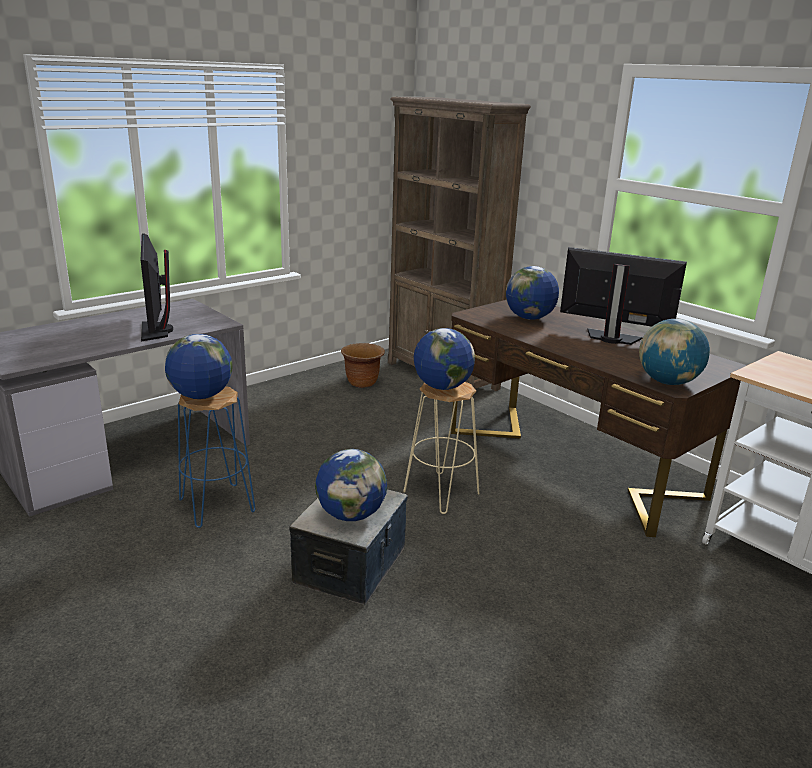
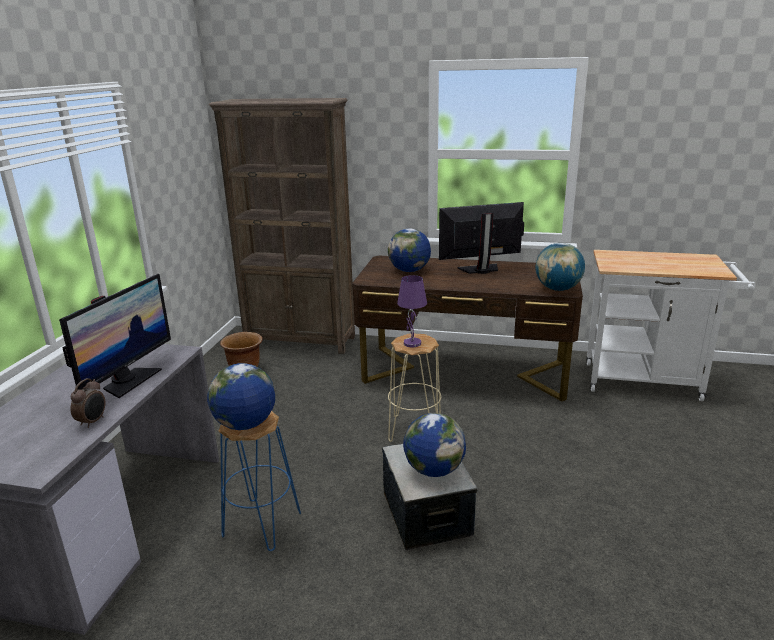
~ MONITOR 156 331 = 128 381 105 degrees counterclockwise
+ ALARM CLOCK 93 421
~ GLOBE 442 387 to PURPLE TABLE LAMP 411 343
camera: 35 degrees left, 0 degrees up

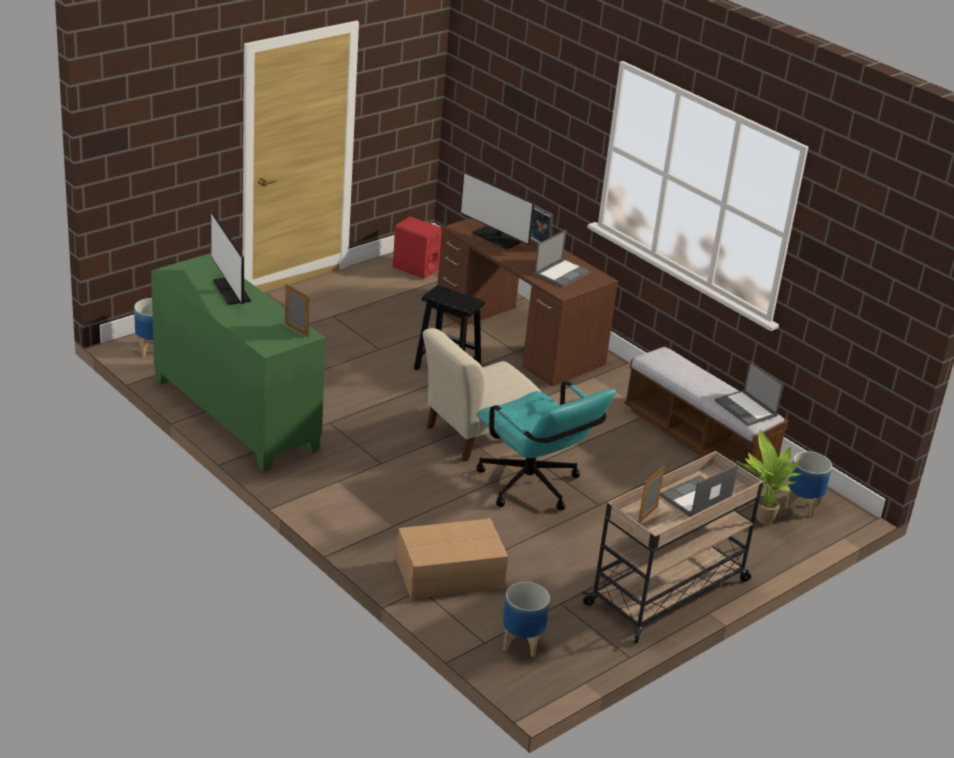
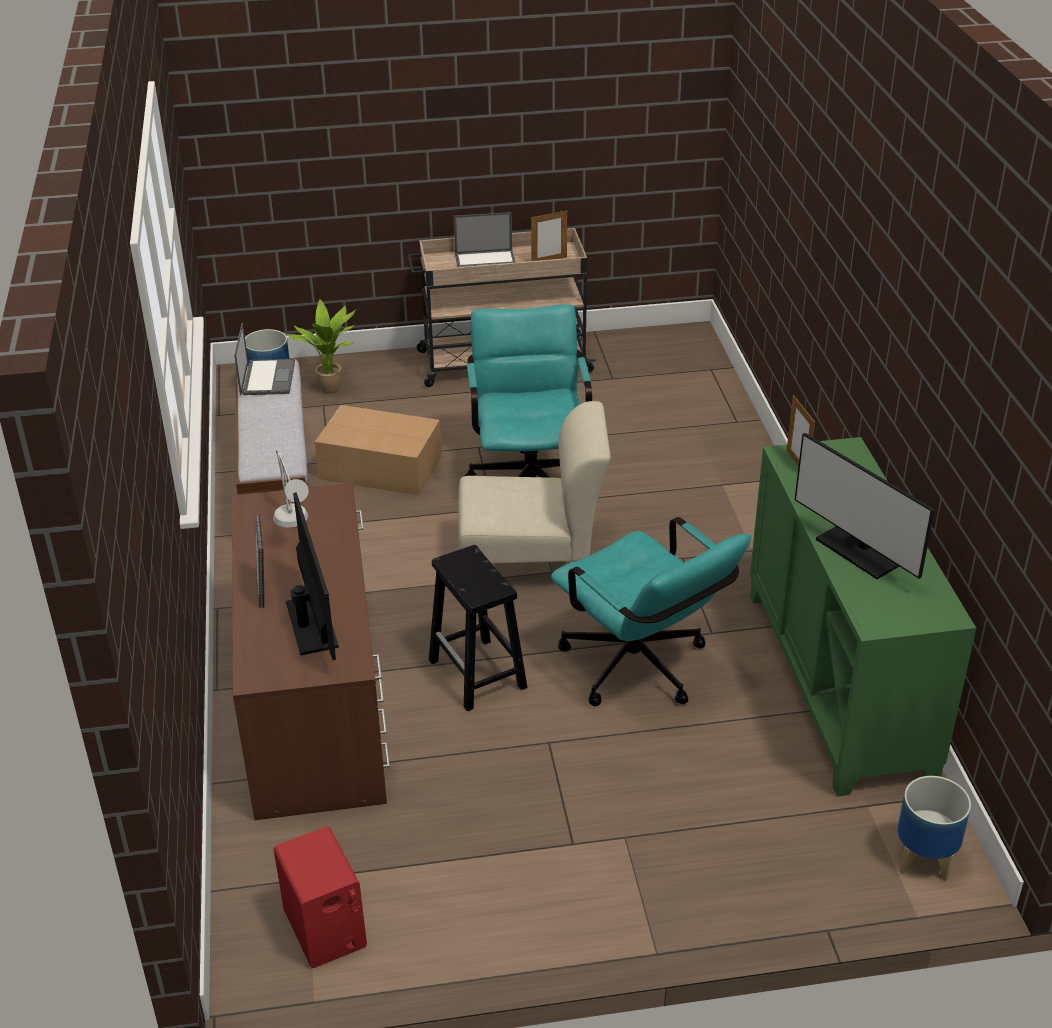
~ LAPTOP 562 273 to GREY TABLE LAMP 294 527
~ CARDBOARD BOX 448 573 to 382 468
+ TURQUOISE OFFICE CHAIR 642 671
~ MONITOR 231 291 = 858 552 135 degrees clockwise
- PLANTER 522 644
camera: 145 degrees left, 5 degrees up

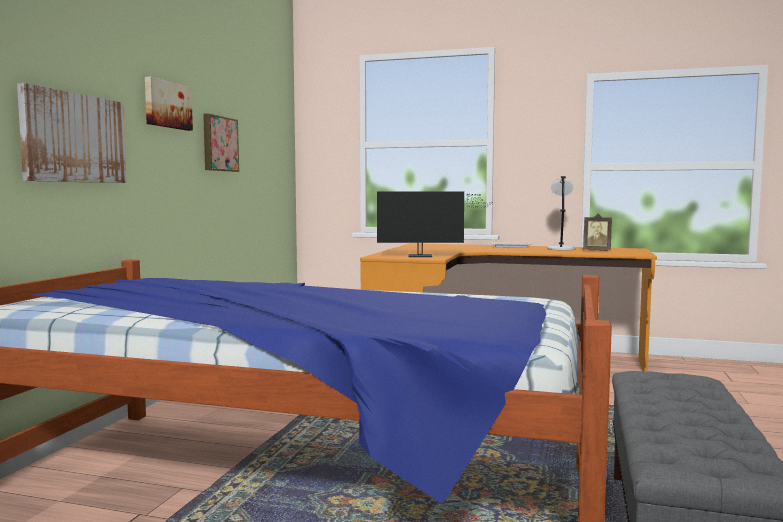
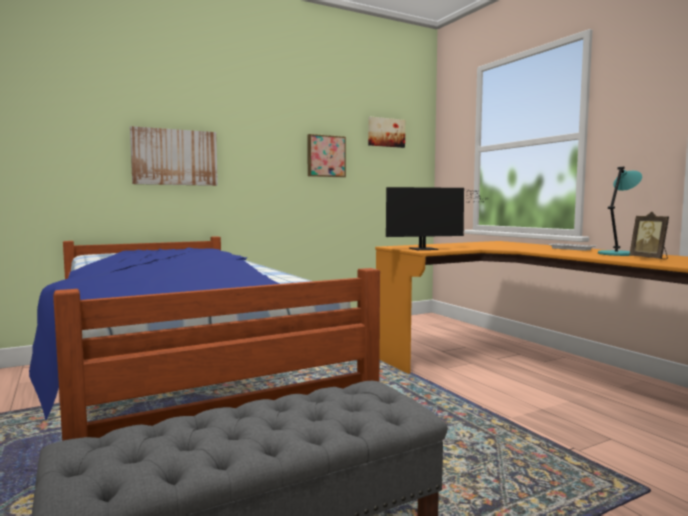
~ PICTURE 167 105 to 386 132
~ MONITOR 424 256 = 428 249 60 degrees counterclockwise
~ GREY TABLE LAMP 560 249 to TURQUOISE TABLE LAMP 617 254
camera: 45 degrees right, 0 degrees up

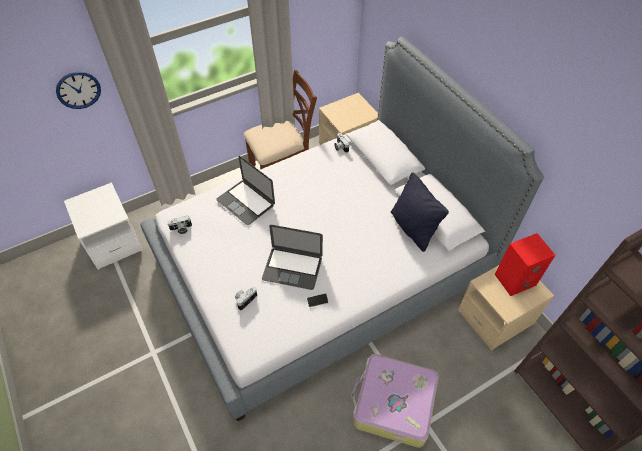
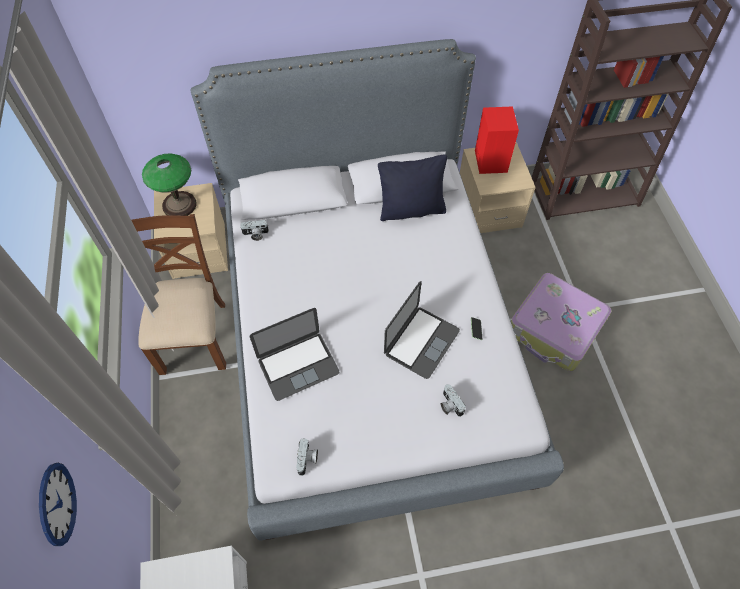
+ TABLE LAMP 179 205
camera: 70 degrees left, 5 degrees up

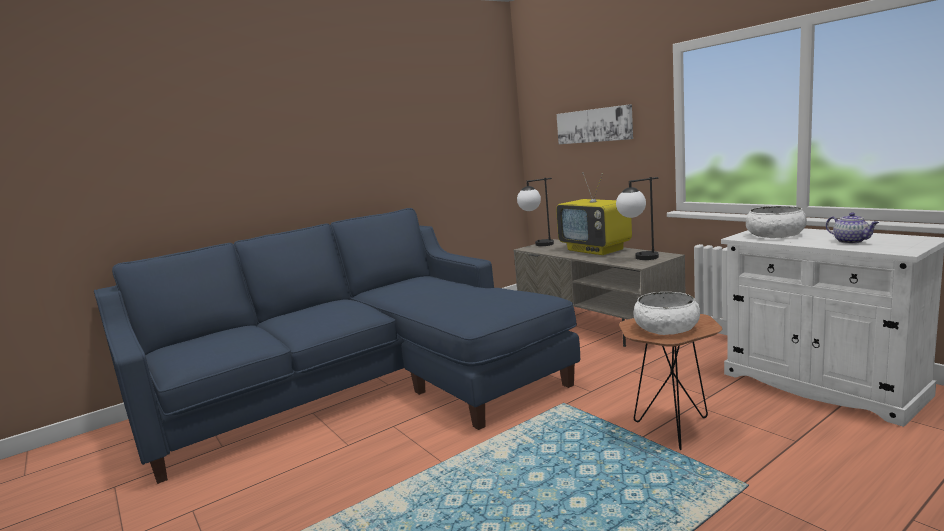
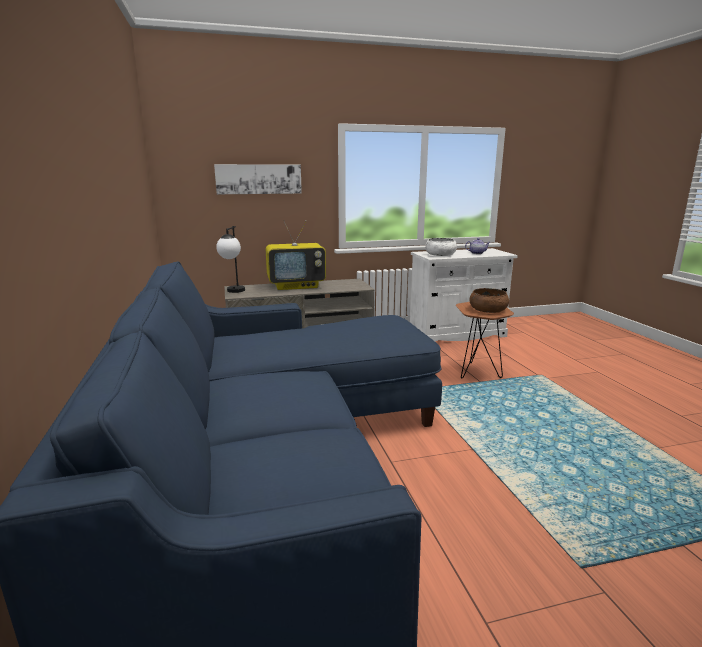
~ WHITE BOWL 666 328 to BROWN BOWL 488 309
- TABLE LAMP 638 259
camera: 70 degrees left, 5 degrees up

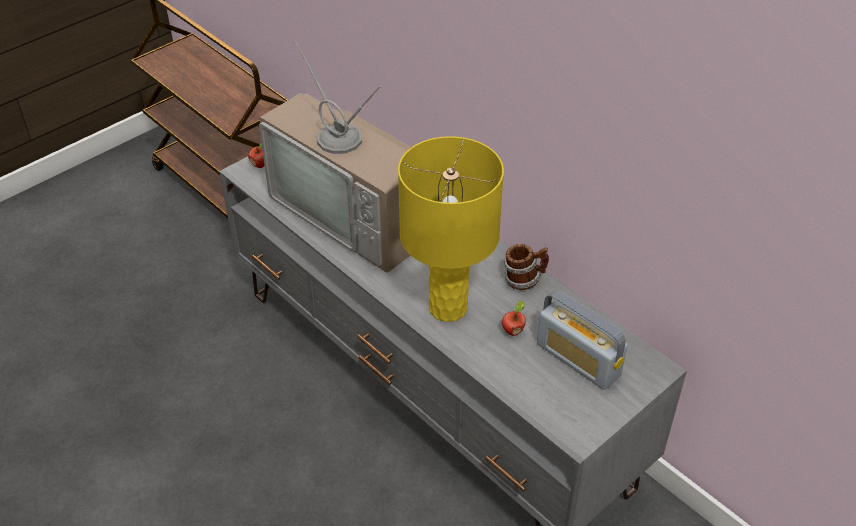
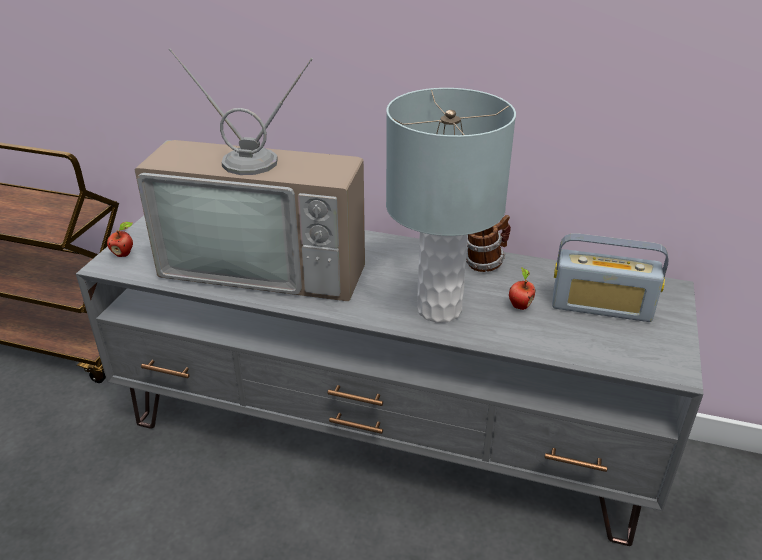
~ YELLOW TABLE LAMP 448 307 to GREY TABLE LAMP 439 309
camera: 30 degrees left, 10 degrees down

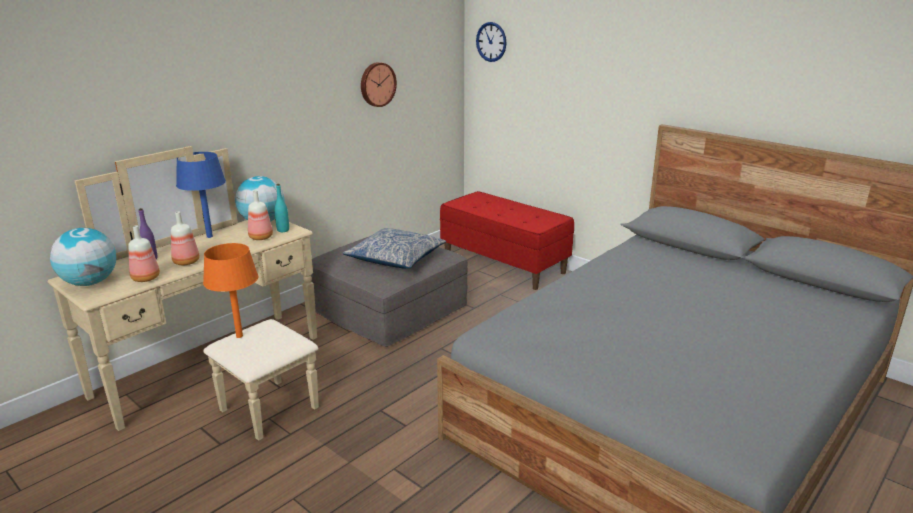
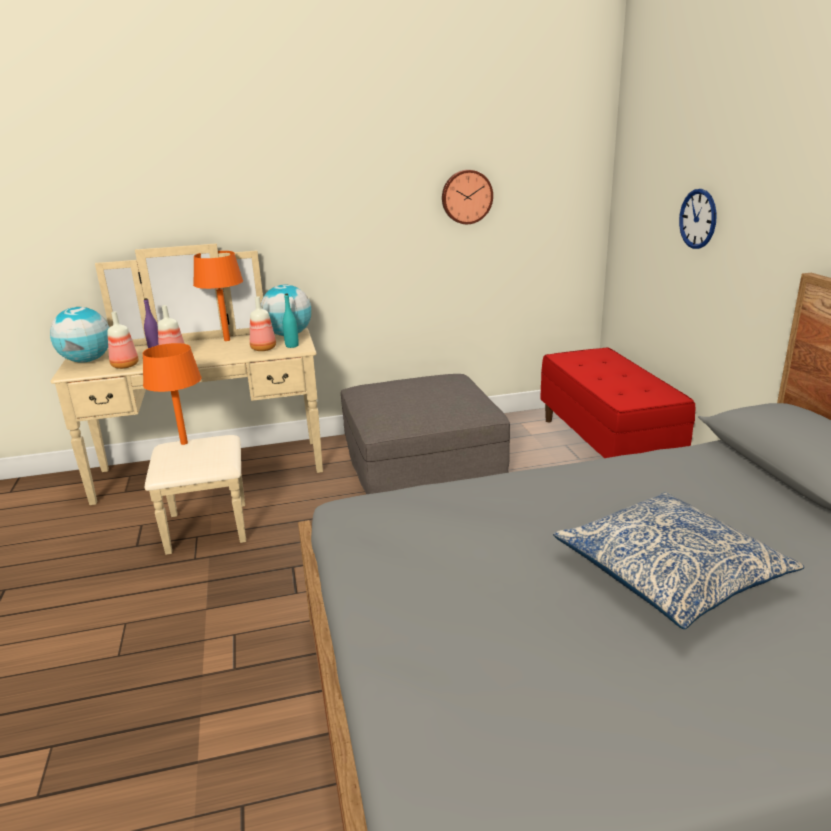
~ BLUE TABLE LAMP 209 236 to ORANGE TABLE LAMP 227 340
~ PILLOW 395 258 to 669 572
~ WALL CLOCK 491 42 to 698 219
camera: 35 degrees right, 0 degrees up

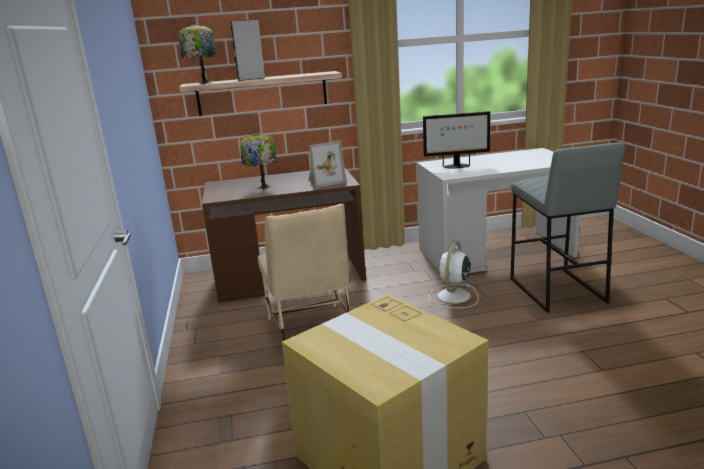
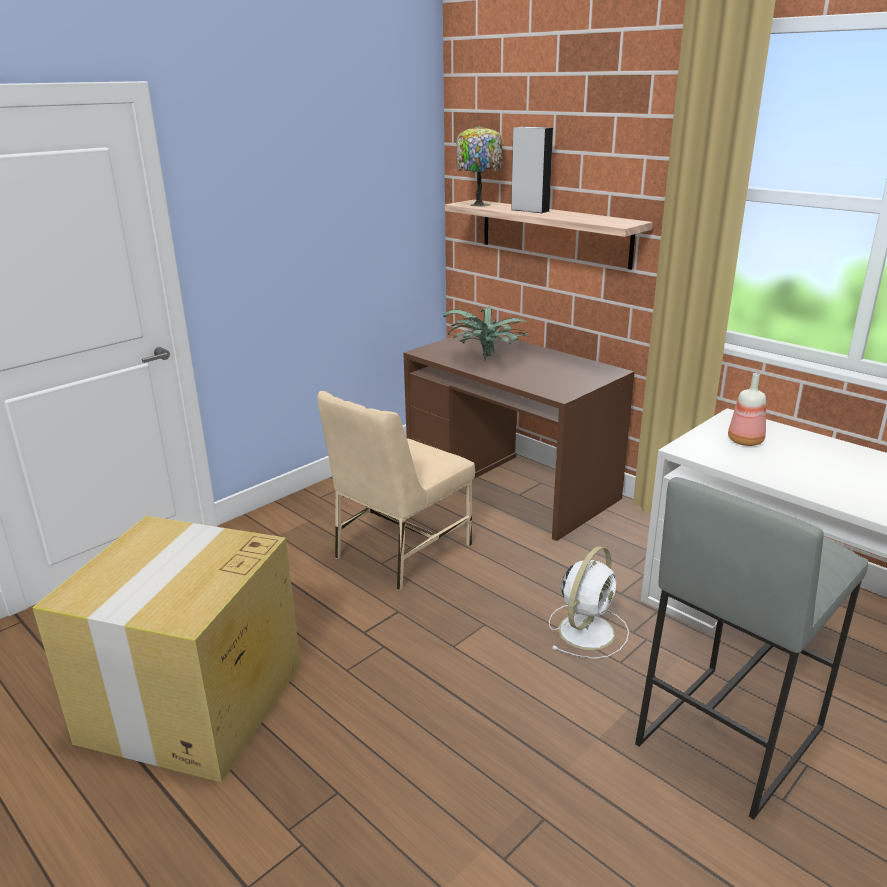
~ TABLE LAMP 262 187 to POTTED PLANT 487 359
~ WHITE FAN 453 297 = 587 630 135 degrees clockwise
~ MONITOR 456 166 to BOTTLE 746 441
- PICTURE FRAME 325 182
camera: 55 degrees right, 5 degrees up

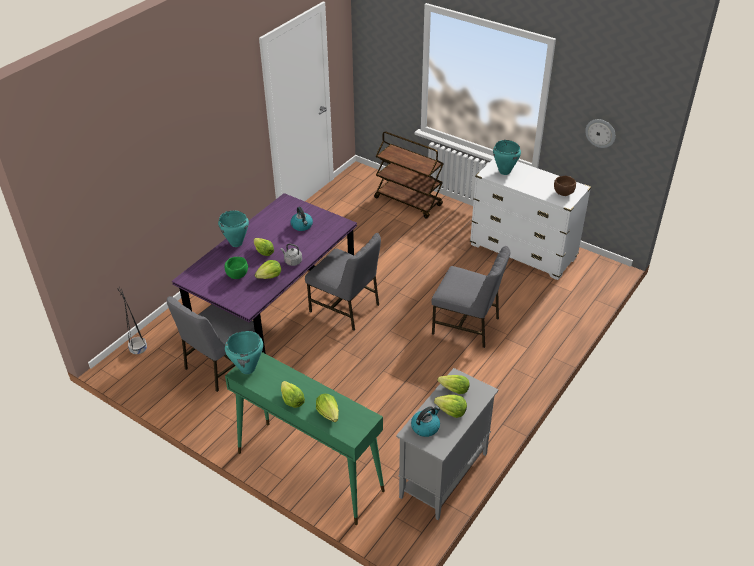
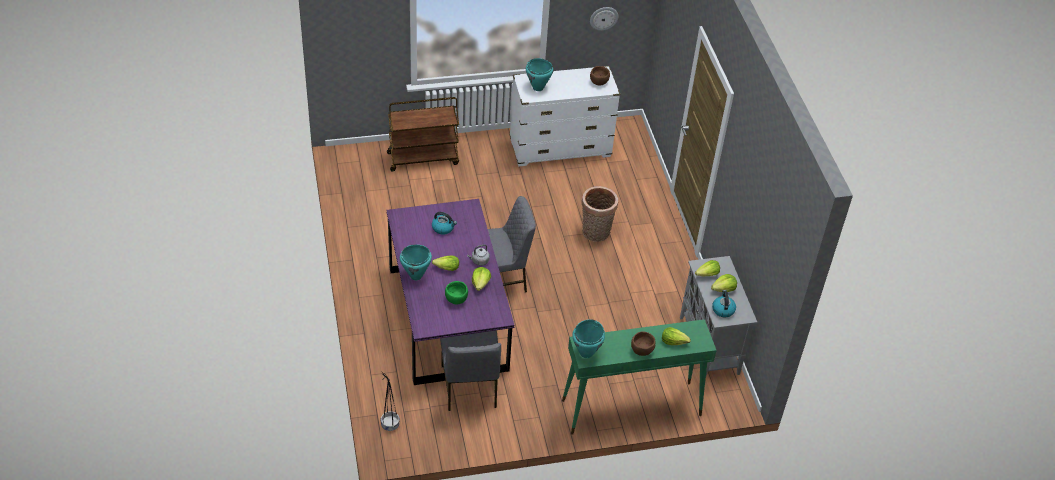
~ GREY CHAIR 467 325 to BASKET 595 233
~ LETTUCE 292 400 to BROWN BOWL 642 351
camera: 50 degrees left, 5 degrees up

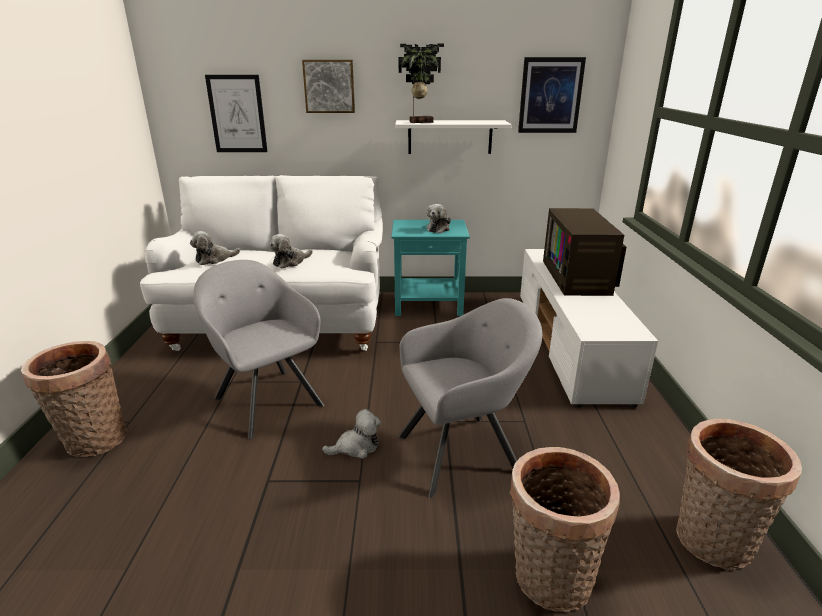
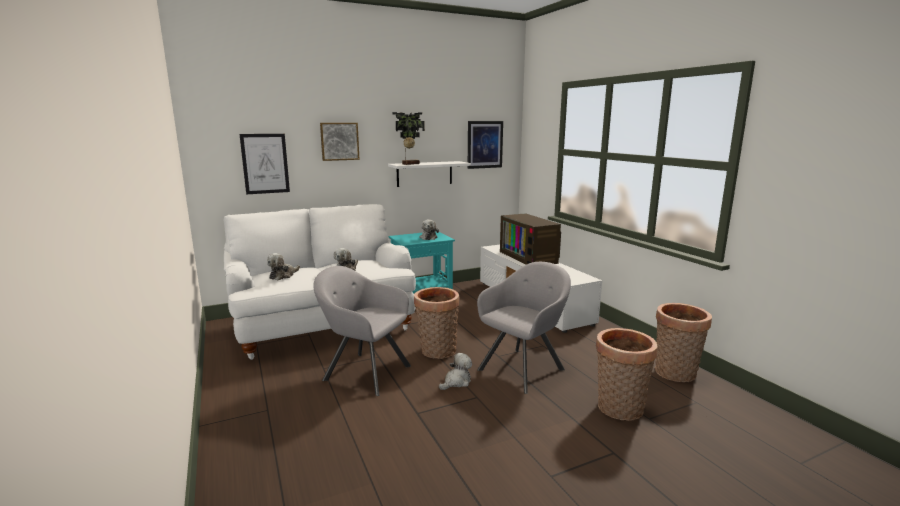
~ BASKET 92 441 to 437 352
camera: 25 degrees left, 10 degrees down

